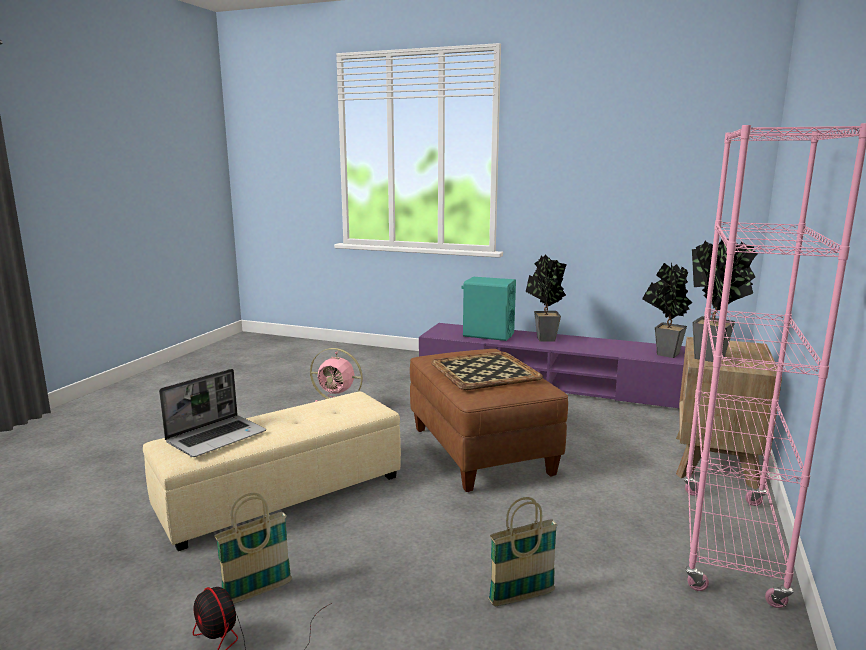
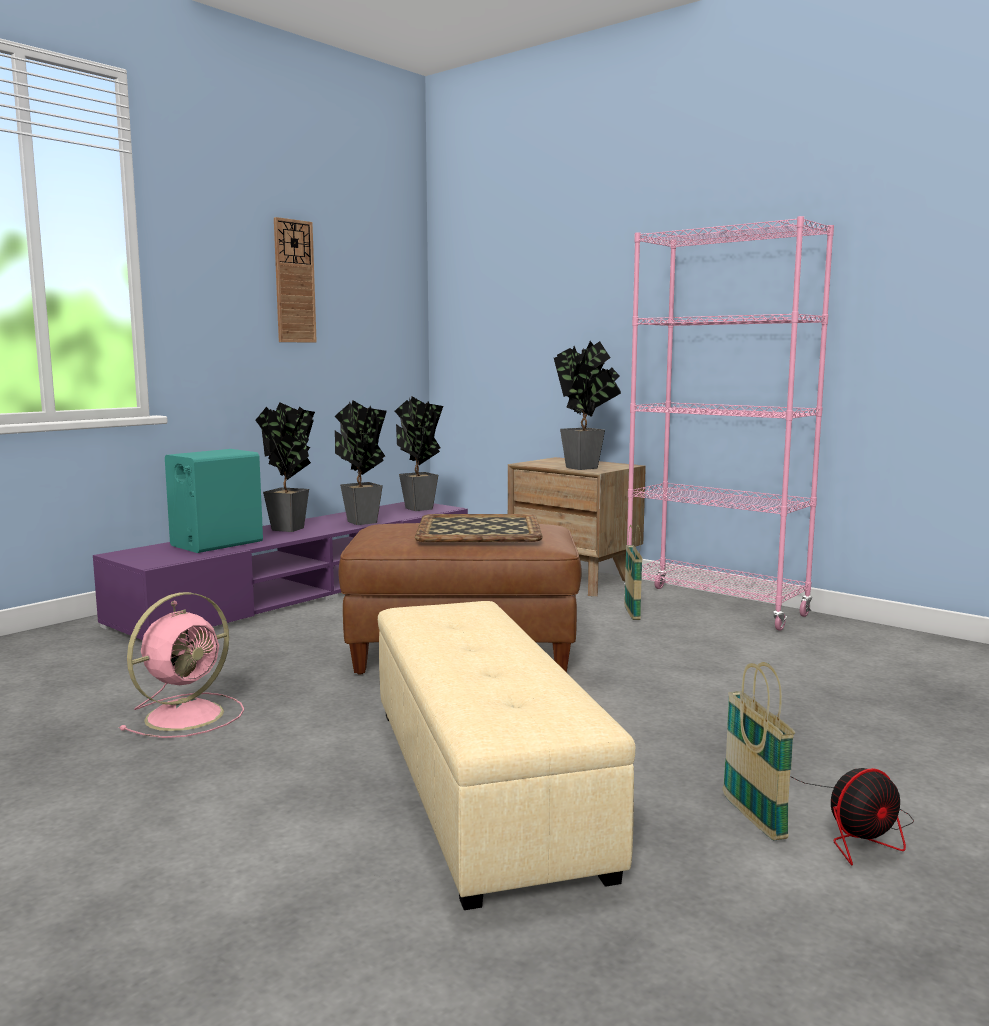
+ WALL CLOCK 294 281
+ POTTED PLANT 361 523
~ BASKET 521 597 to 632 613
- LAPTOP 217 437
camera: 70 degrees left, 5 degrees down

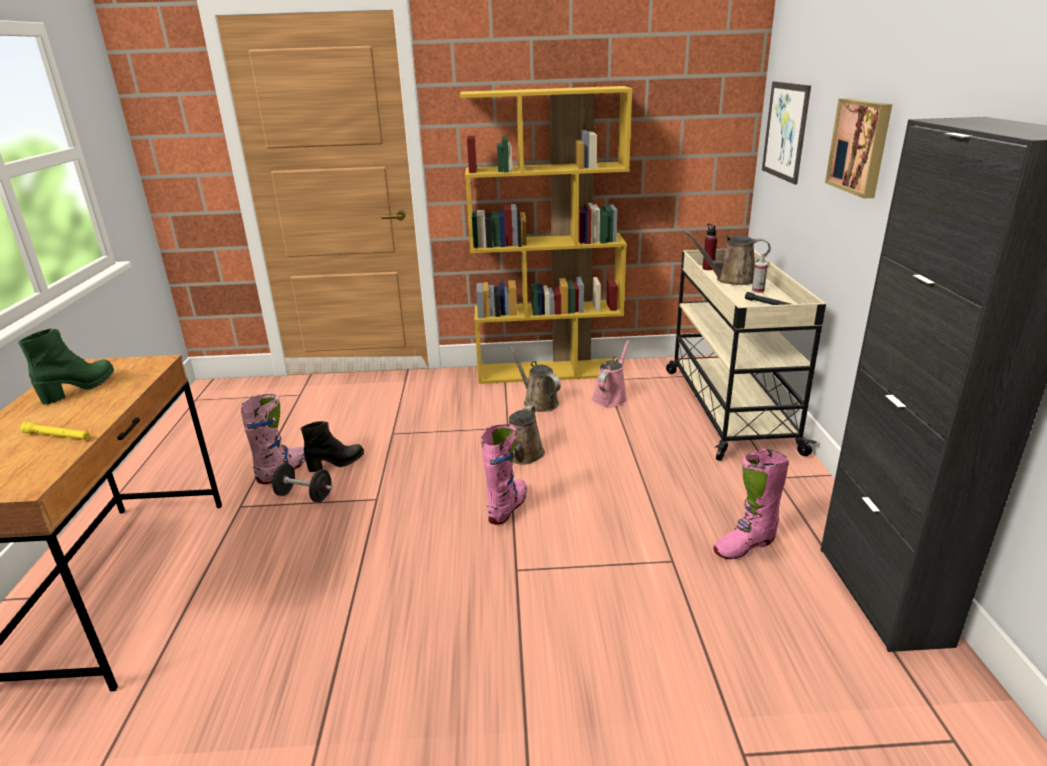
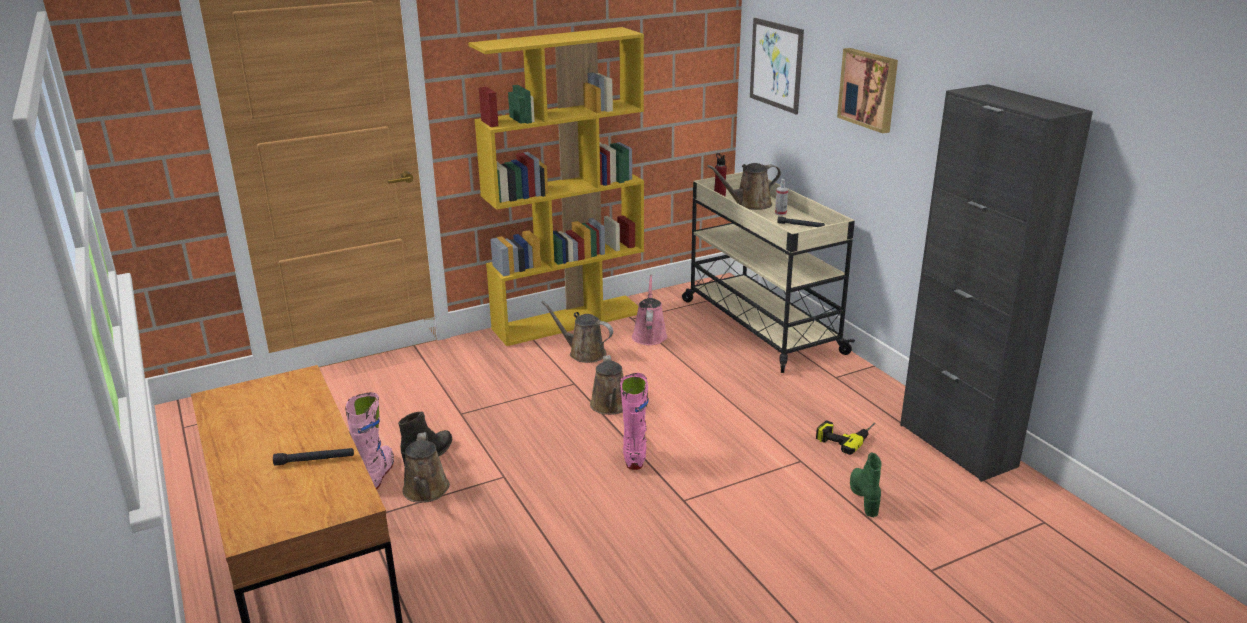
~ YELLOW FLASHLIGHT 57 436 to BLACK FLASHLIGHT 314 460
~ BLACK DUMBBELL 304 496 to BROWN WATERING CAN 426 492
~ PINK BOOT 744 546 to POWER DRILL 845 436
~ GREEN BOOT 80 388 to 865 497
camera: 25 degrees left, 0 degrees up

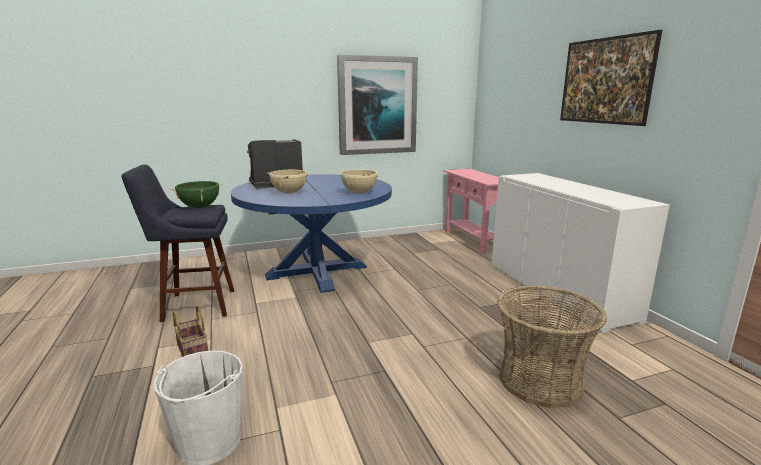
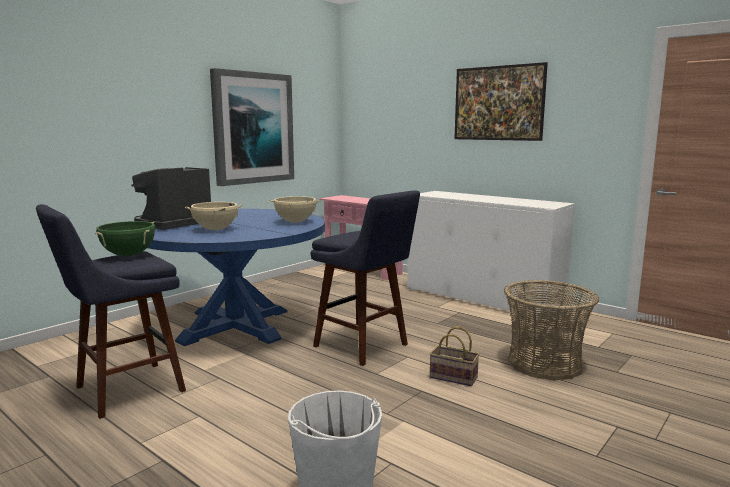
+ BLUE STOOL 365 347
~ BASKET 191 350 to 452 377
camera: 30 degrees left, 5 degrees down

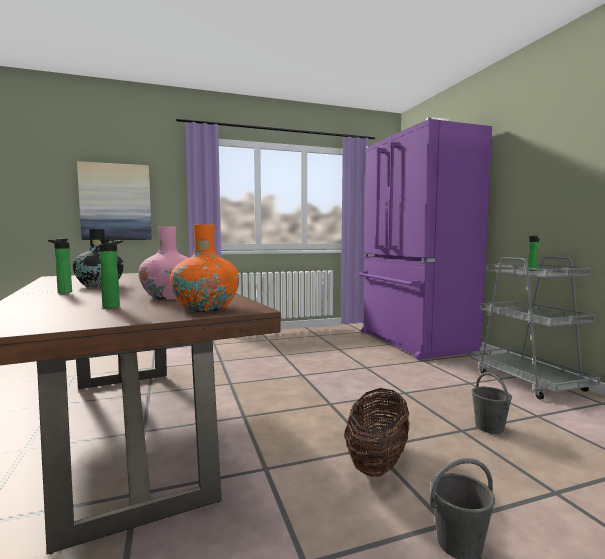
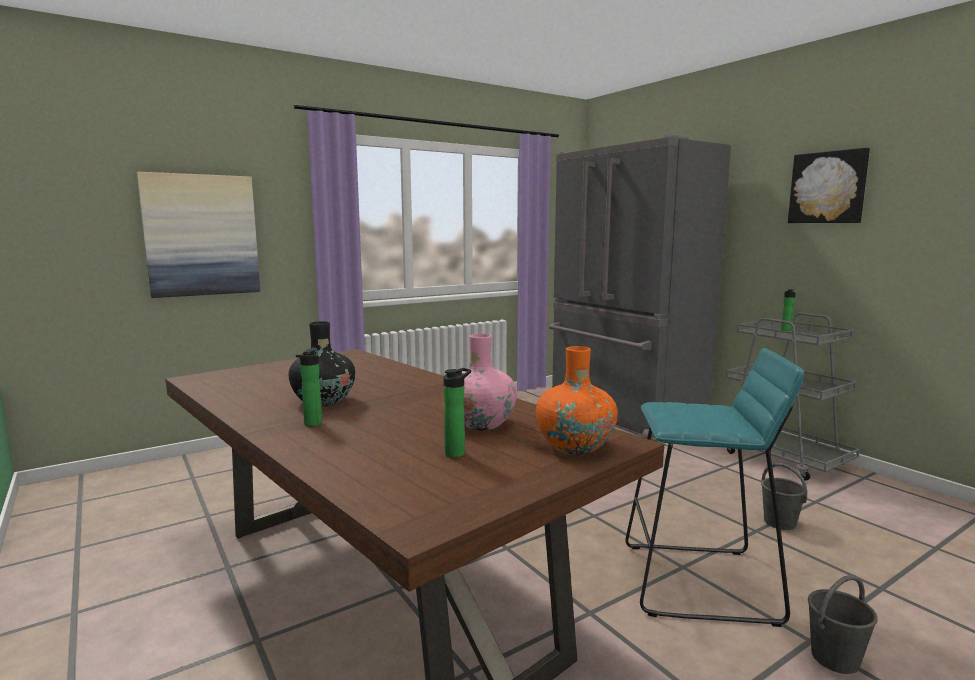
~ PURPLE FRIDGE 412 342 to GREY FRIDGE 622 413
~ BASKET 377 461 to TURQUOISE STOOL 700 583
+ PICTURE 828 187
camera: 15 degrees left, 5 degrees up

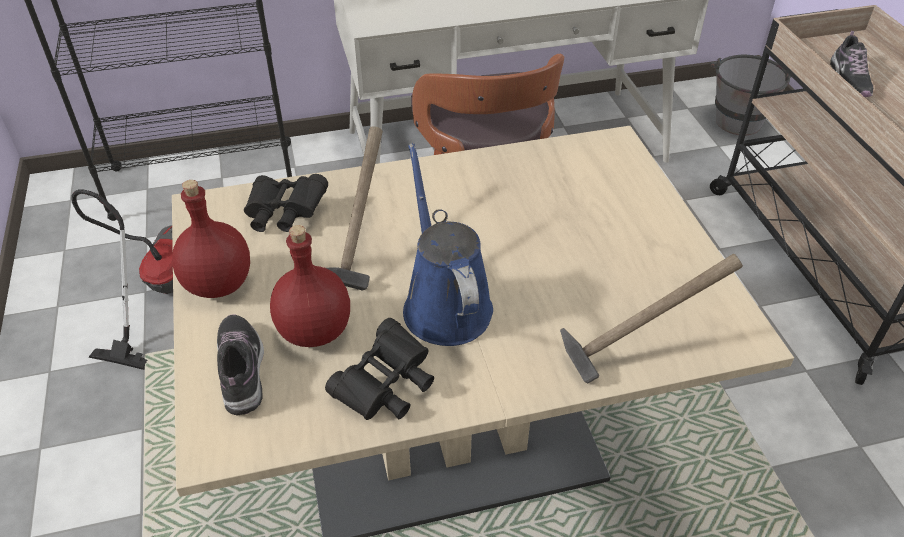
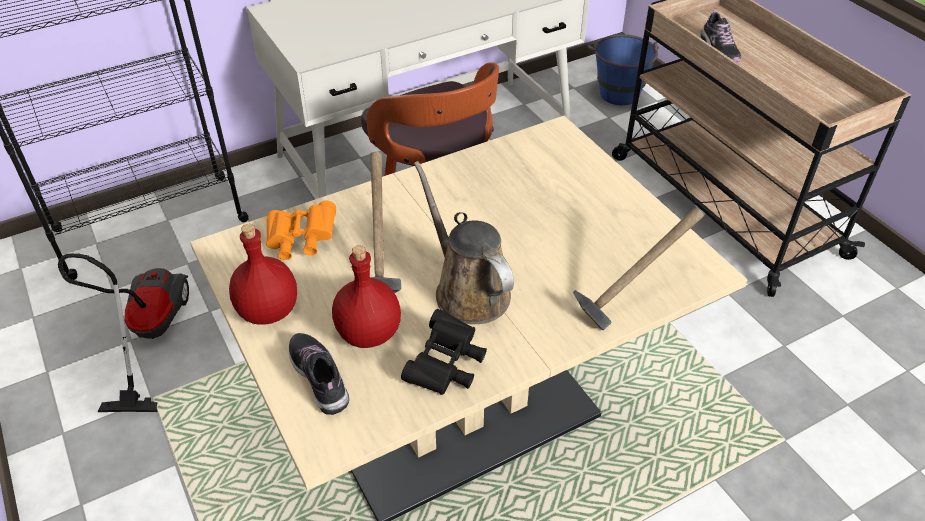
~ BLACK BINOCULARS 284 215 to ORANGE BINOCULARS 301 241
~ BLUE WATERING CAN 444 304 to BROWN WATERING CAN 468 290
~ GREY BUCKET 738 117 to BLUE BUCKET 617 89
camera: 15 degrees left, 0 degrees up

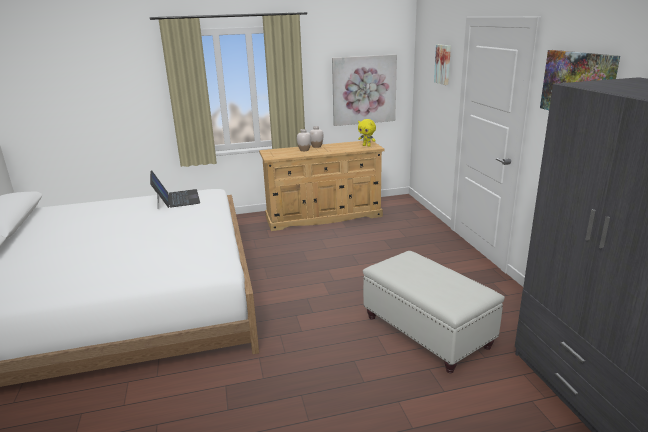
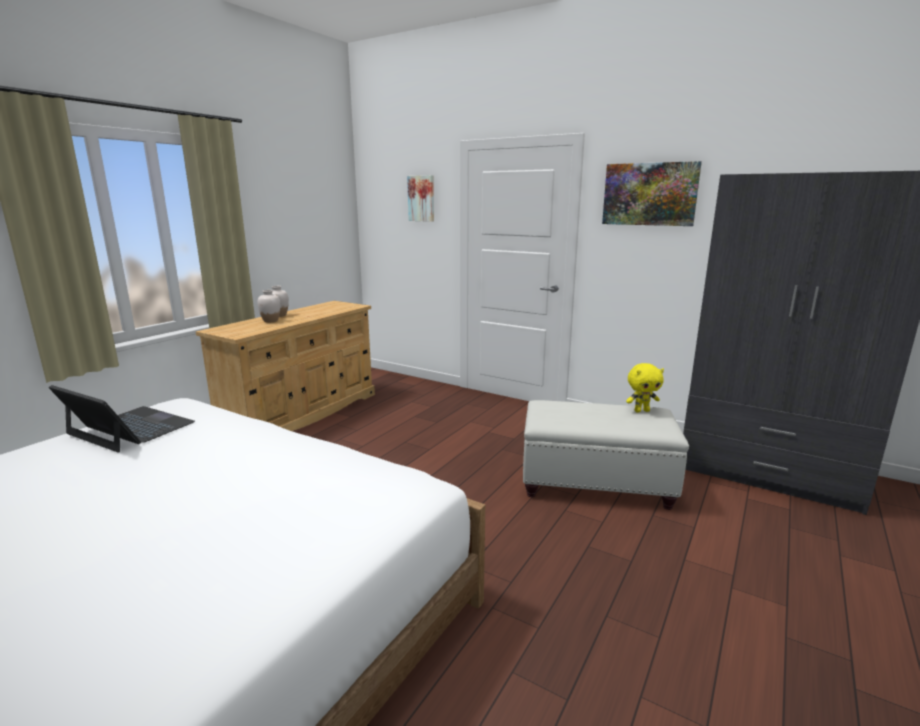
~ YELLOW PLUSH TOY 367 145 to 641 411
- PICTURE 364 90
camera: 45 degrees left, 5 degrees down

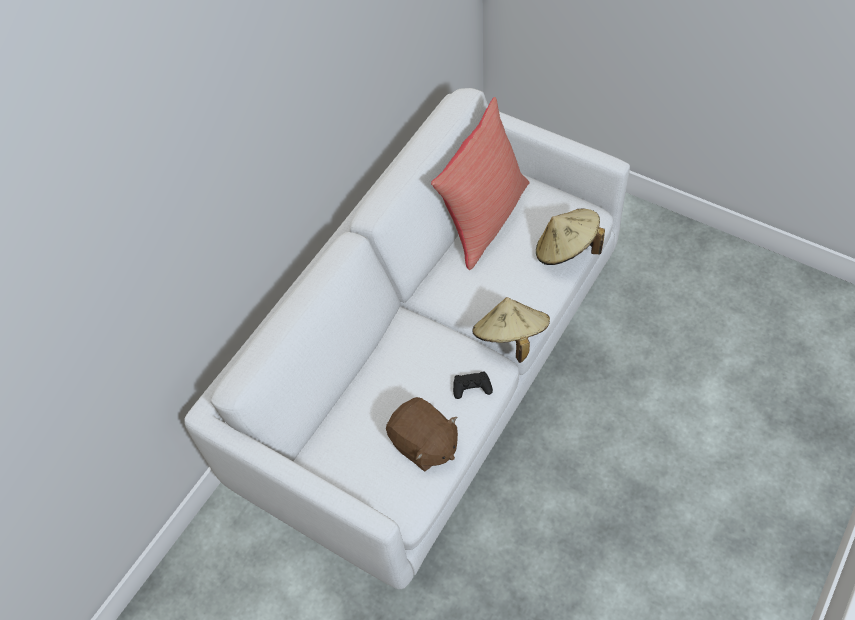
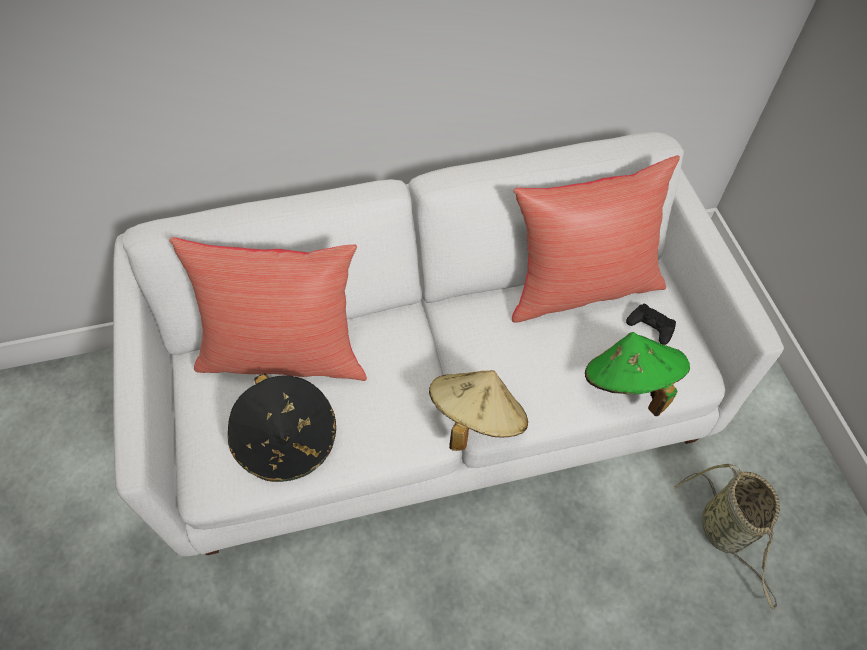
+ RED PILLOW 284 354
~ BROWN PLUSH TOY 424 444 to BLACK HAT 288 442
~ BEIGE HAT 566 251 to GREEN HAT 629 384
~ BLACK GAME CONTROLLER 472 387 to 651 326
+ BASKET 725 532
camera: 40 degrees right, 0 degrees up

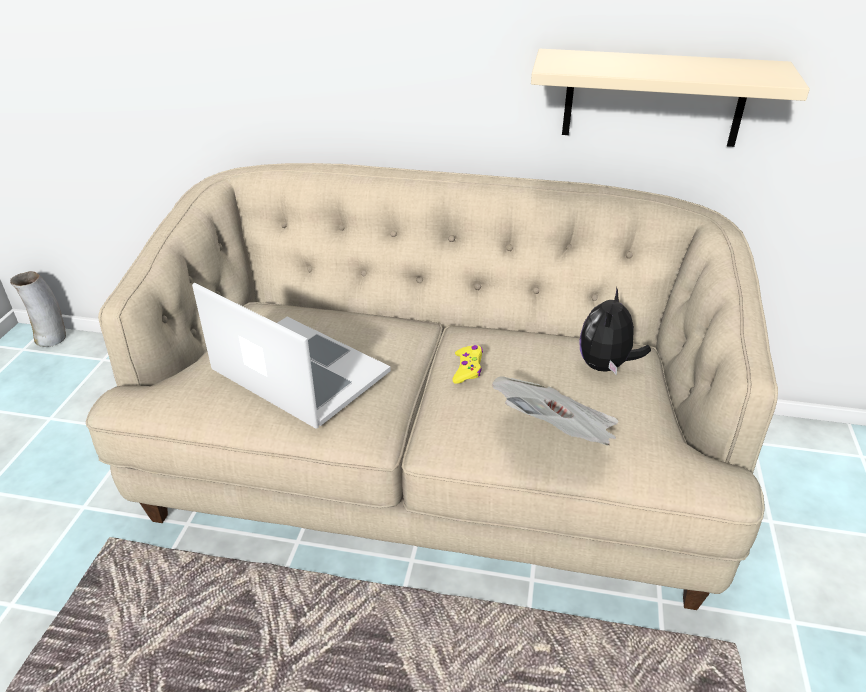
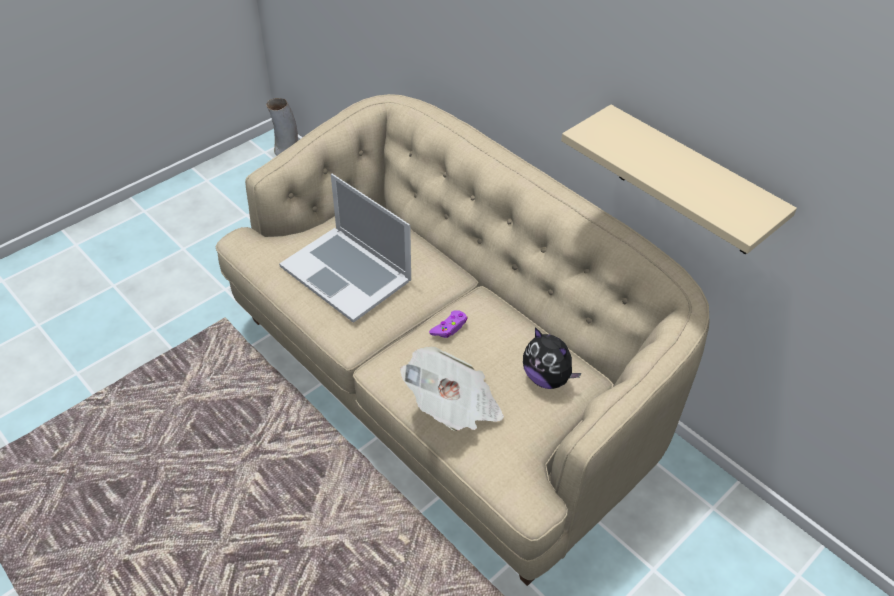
~ LAPTOP 299 371 = 346 272 150 degrees clockwise
~ YELLOW GAME CONTROLLER 467 369 to PURPLE GAME CONTROLLER 449 328
~ PLUSH TOY 606 366 = 547 378 105 degrees counterclockwise
camera: 35 degrees right, 10 degrees up

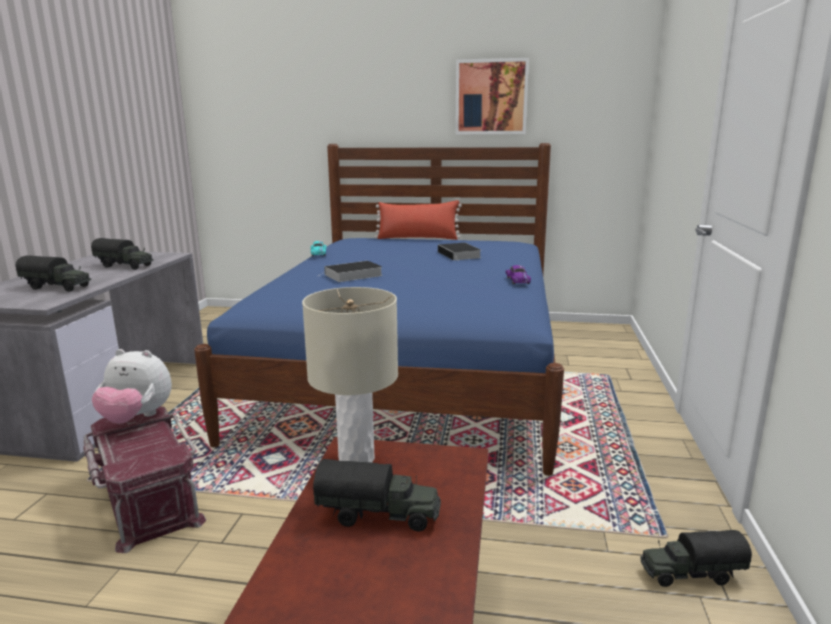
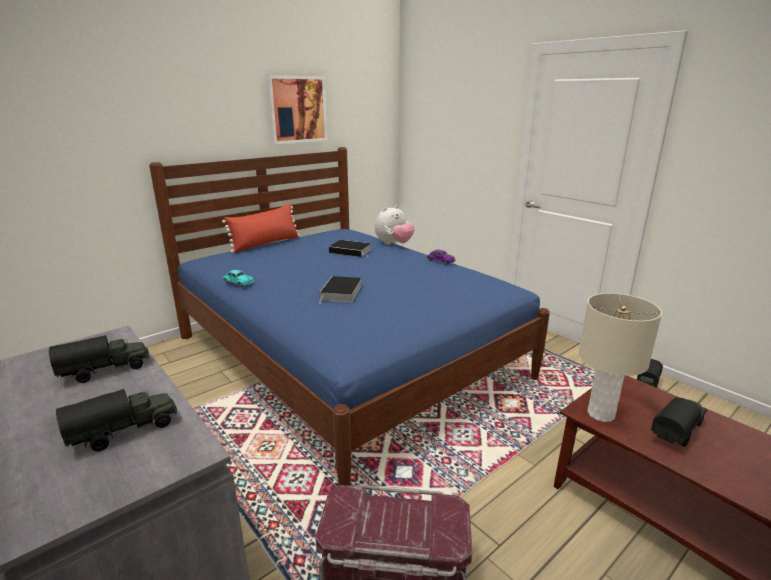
~ PLUSH TOY 137 418 to 394 244
camera: 50 degrees left, 5 degrees up

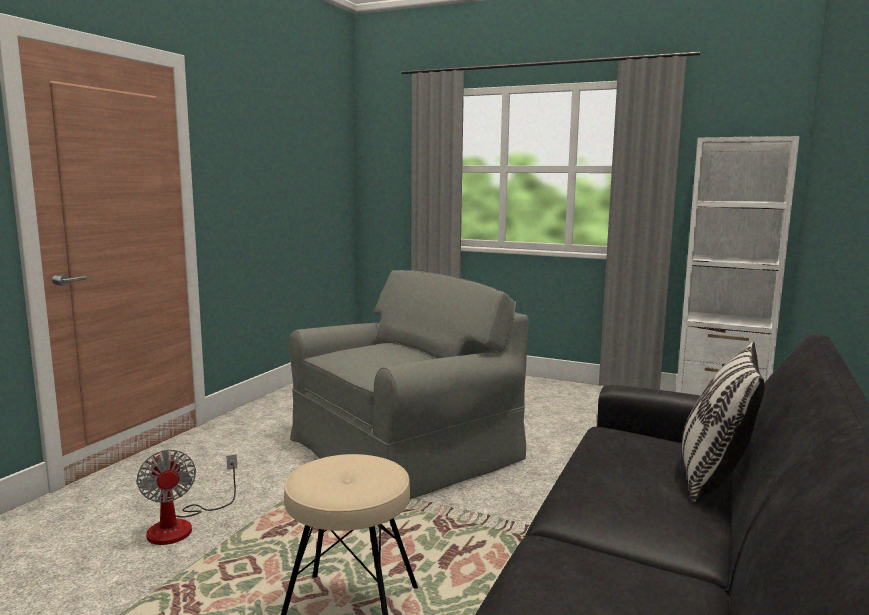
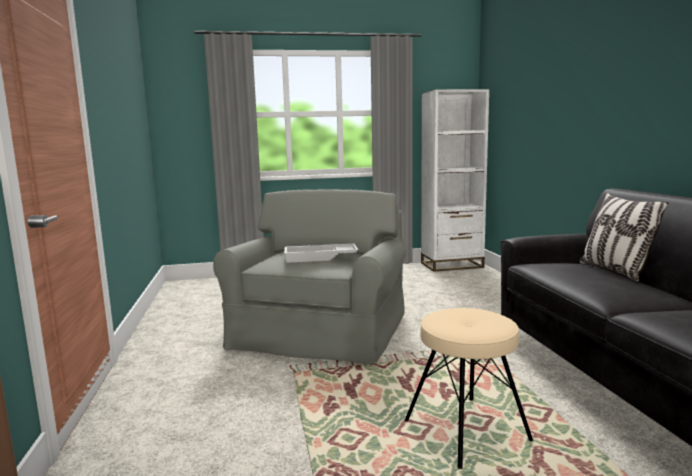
+ WHITE TRAY 320 258
- FAN 182 525
camera: 35 degrees left, 0 degrees up

